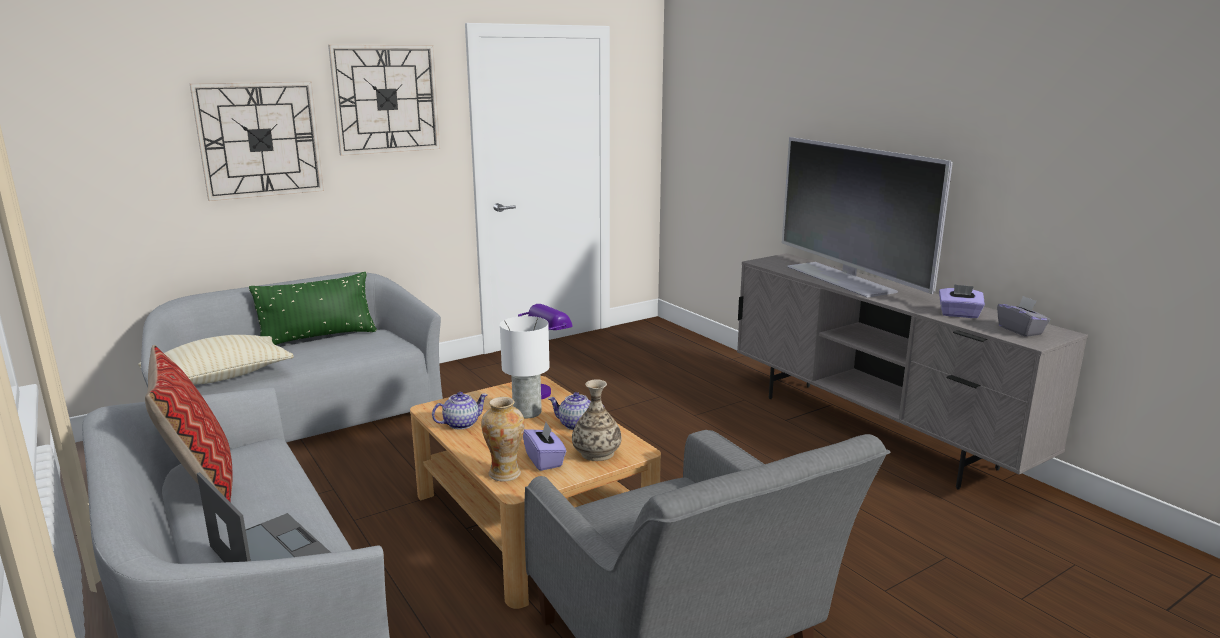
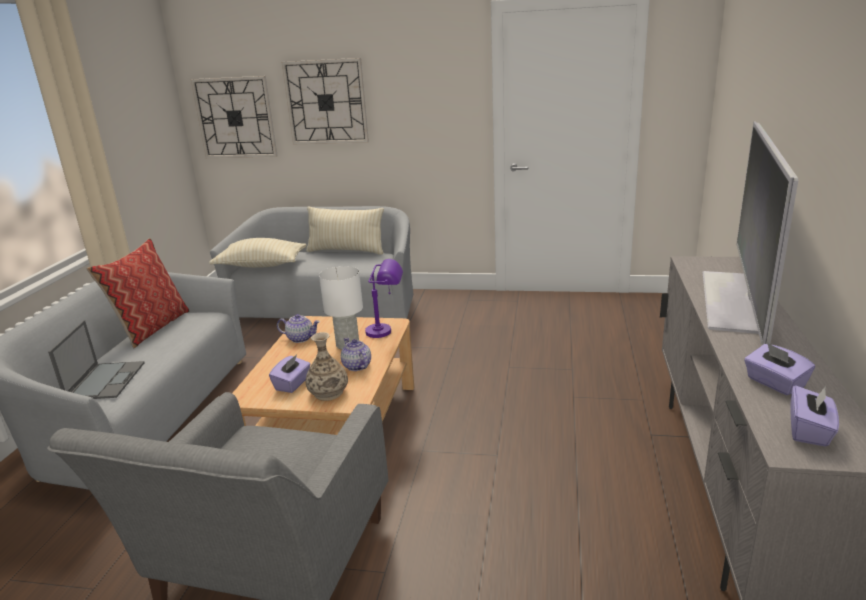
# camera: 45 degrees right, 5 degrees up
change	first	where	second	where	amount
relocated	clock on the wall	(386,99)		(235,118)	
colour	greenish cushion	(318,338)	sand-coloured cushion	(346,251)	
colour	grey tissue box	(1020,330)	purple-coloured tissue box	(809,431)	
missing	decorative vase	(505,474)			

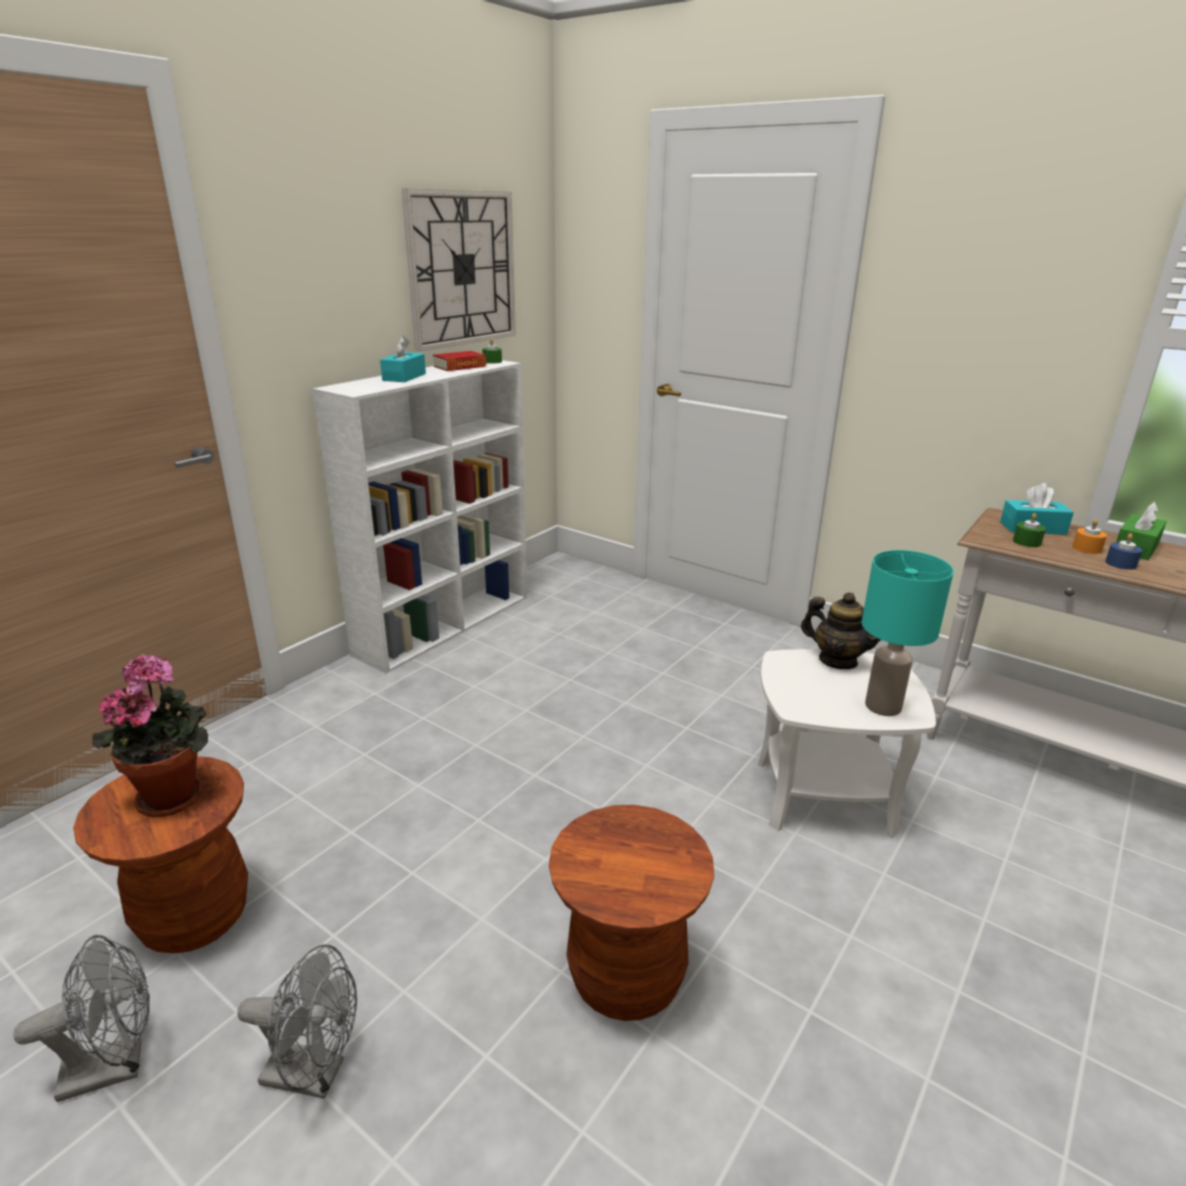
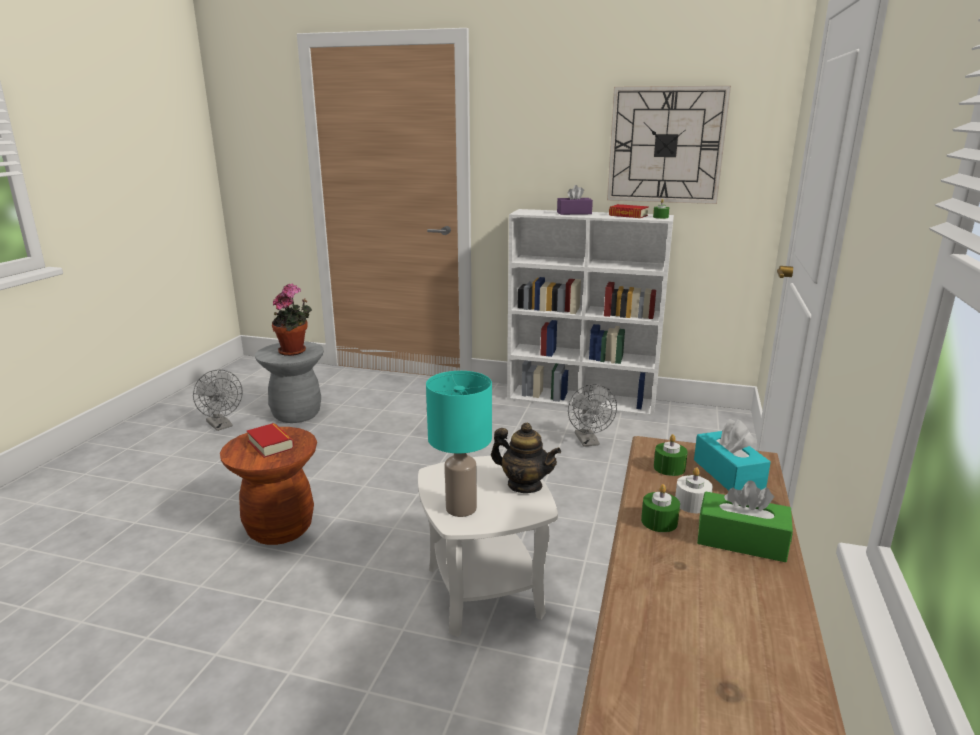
# camera: 70 degrees right, 5 degrees down
change	first	where	second	where	amount
appeared			book	(270,445)	
colour	brownish sitting stool	(194,917)	grey sitting stool	(296,414)	
spun	teapot	(837,661)		(524,485)	75 degrees counterclockwise
colour	turquoise-coloured tissue box	(404,377)	purple-coloured tissue box	(574,213)	
relocated	grey fan	(315,1074)		(589,442)	
colour	blue-coloured wax candle	(1120,564)	greenish wax candle	(659,521)	
colour	orange-coloured wax candle	(1086,548)	white wax candle	(692,503)	

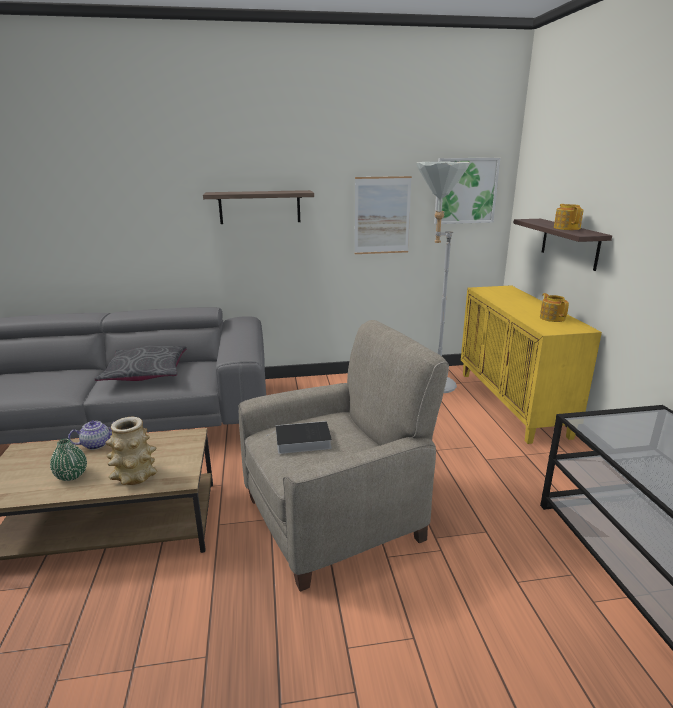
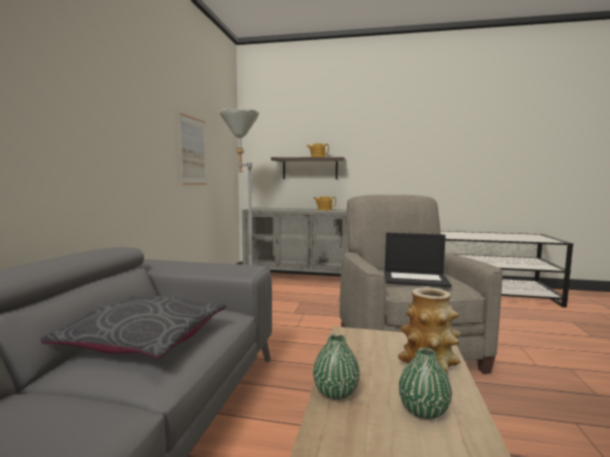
# camera: 70 degrees left, 15 degrees down
change	first	where	second	where	amount
colour	yellow cupboard	(512,403)	grey cupboard	(298,278)	
exchanged	teapot	(97,444)	greenish decorative vase	(335,392)	
exchanged	book	(301,441)	notebook computer	(416,279)	
missing	shelf	(259,207)			
missing	wall art	(465,191)			

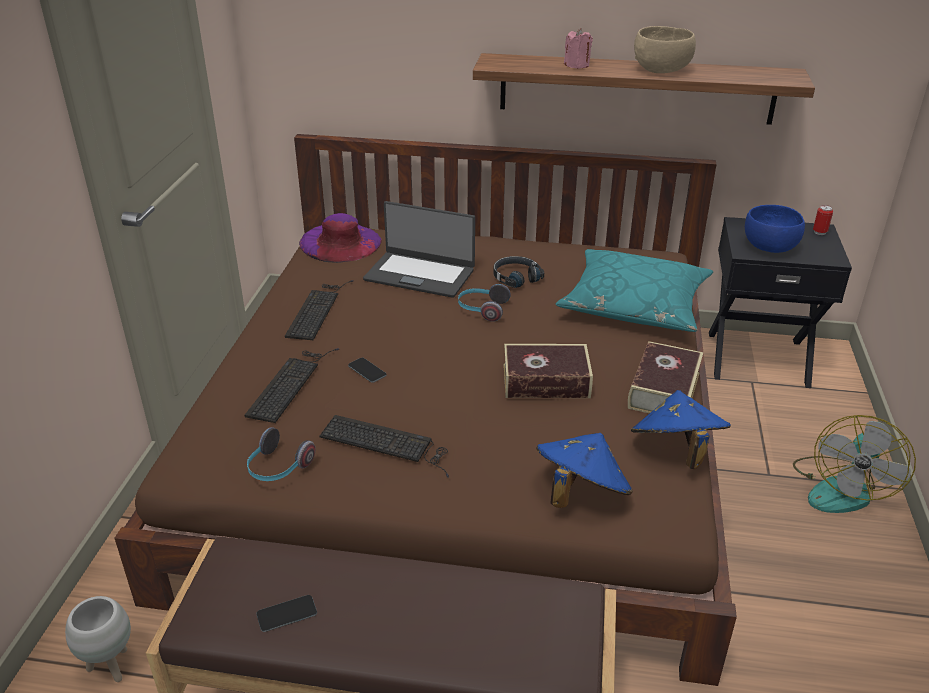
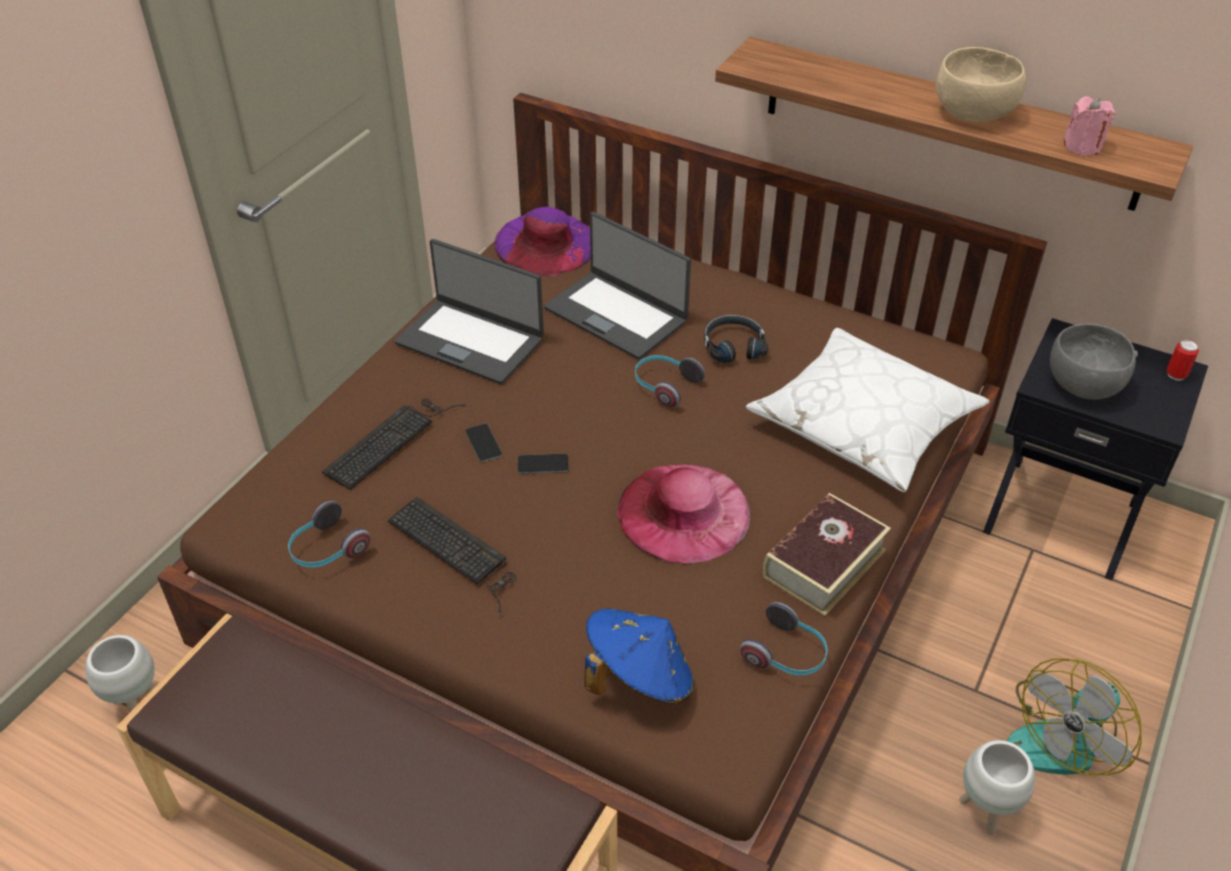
# camera: 20 degrees right, 10 degrees up
change	first	where	second	where	amount
exchanged	computer keyboard	(317,309)	notebook computer	(471,340)	
relocated	phone	(287,614)		(543,464)	
exchanged	book	(546,381)	pink clothing hat	(684,512)	
exchanged	blue-coloured clothing hat	(676,451)	headset	(786,655)	
colour	turquoise-coloured cushion	(634,304)	white cushion	(864,423)	
appeared			white planter	(985,812)	
colour	blue-coloured deep dish	(770,247)	grey deep dish	(1083,385)	
relocated	pink wax candle	(577,65)		(1082,146)	

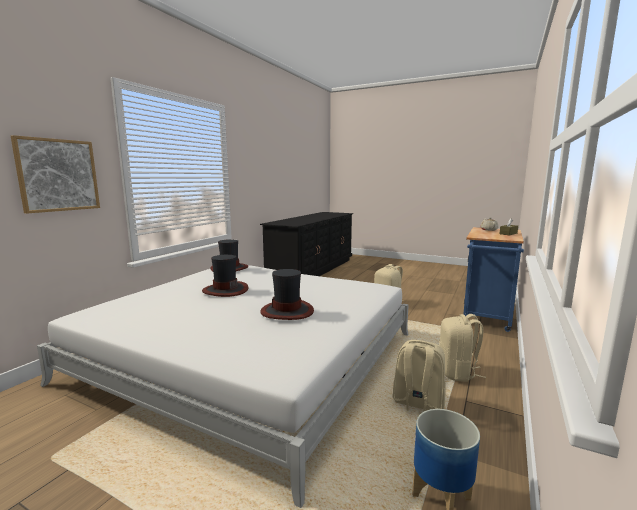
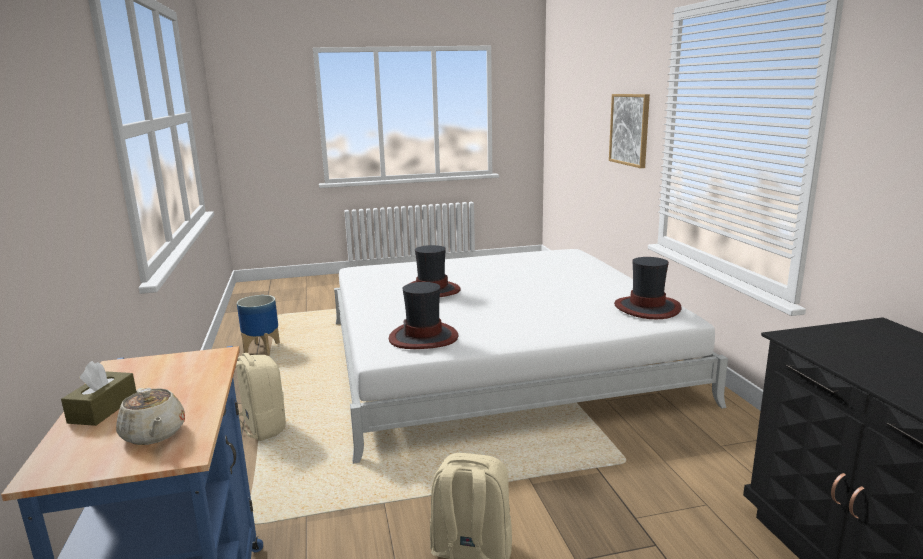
# camera: 140 degrees right, 5 degrees up
change	first	where	second	where	amount
relocated	clothing hat	(225,290)		(424,337)	
missing	sand-coloured knapsack	(417,404)			

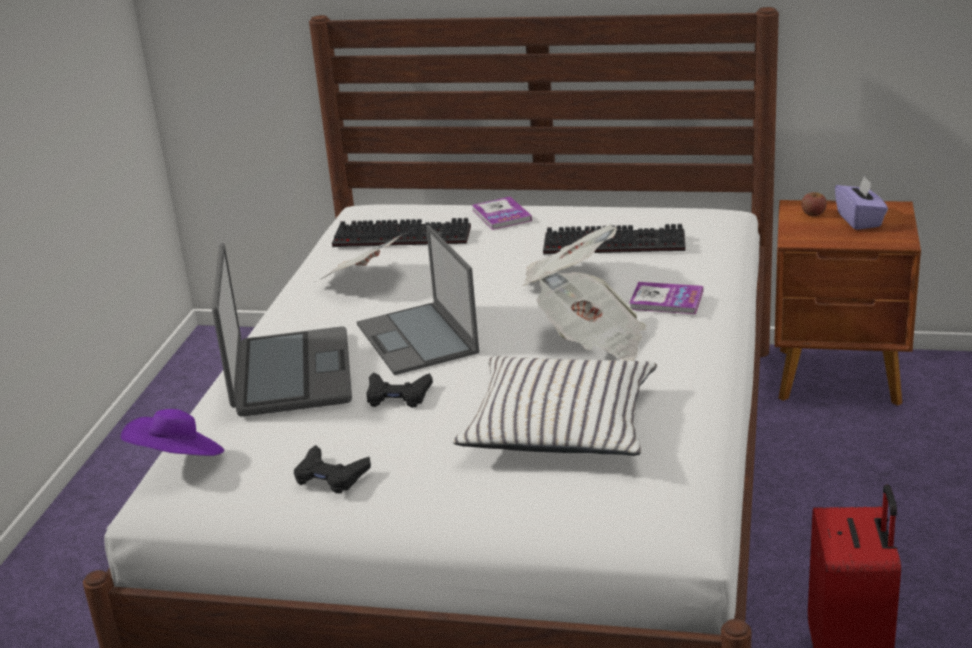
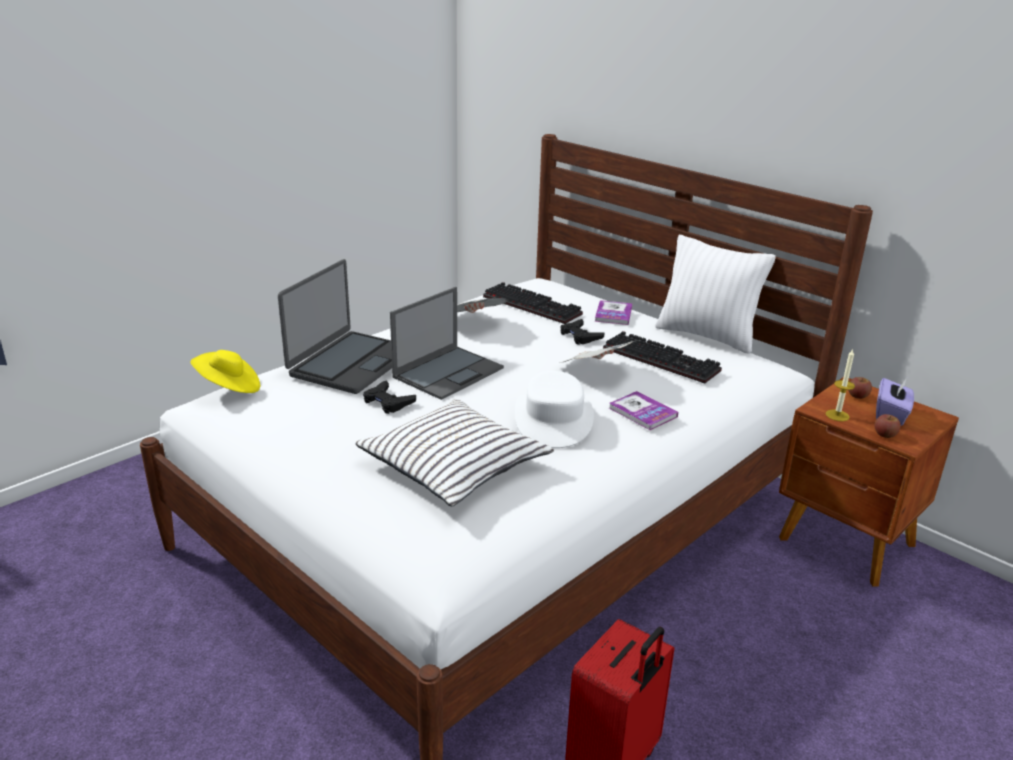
# camera: 30 degrees right, 0 degrees up
change	first	where	second	where	amount
colour	purple-coloured clothing hat	(178,460)	yellow clothing hat	(229,388)	
spun	notebook computer	(418,339)		(449,372)	150 degrees counterclockwise
exchanged	newspaper	(594,341)	white clothing hat	(553,419)	
relocated	black game controller	(330,476)		(580,336)	
appeared			white cushion	(706,336)	
appeared			wax candle	(837,415)	
appeared			apple	(885,434)	

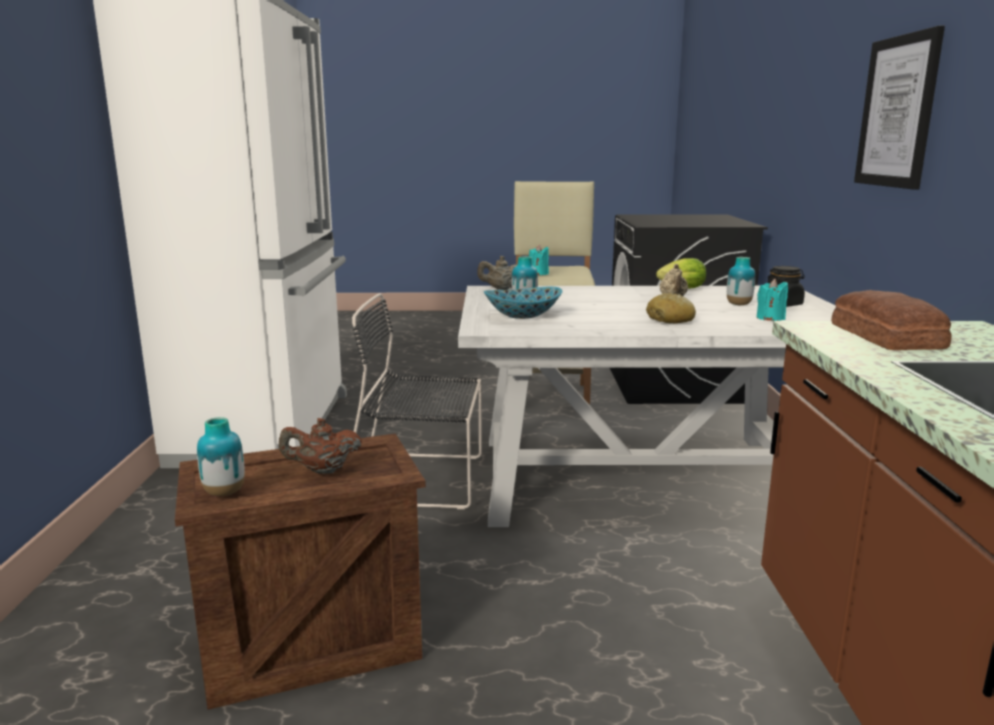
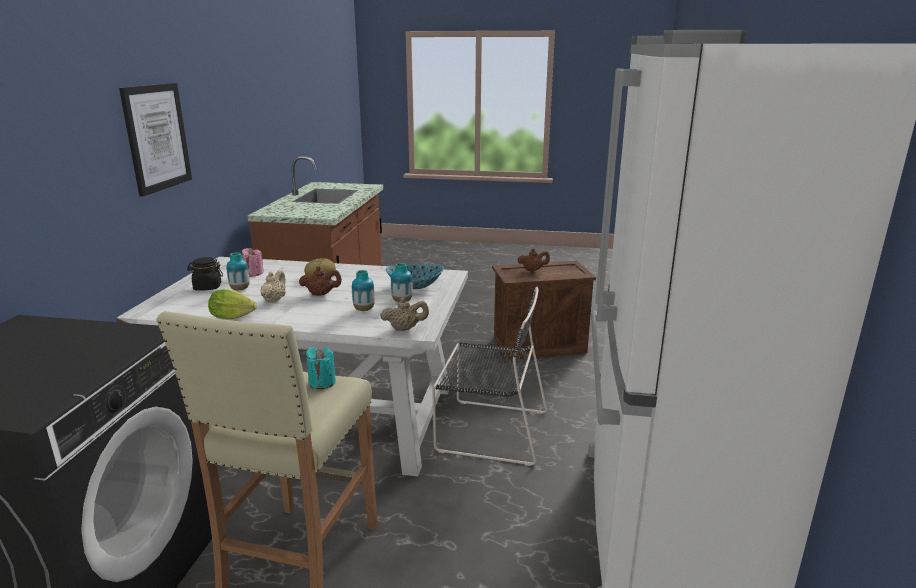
# camera: 170 degrees left, 5 degrees up
change	first	where	second	where	amount
colour	turquoise-coloured wax candle	(770,318)	pink wax candle	(254,273)	
appeared			brownish teapot	(321,294)	
relocated	decorative vase	(224,492)		(364,309)	
missing	bakery bread	(884,337)			

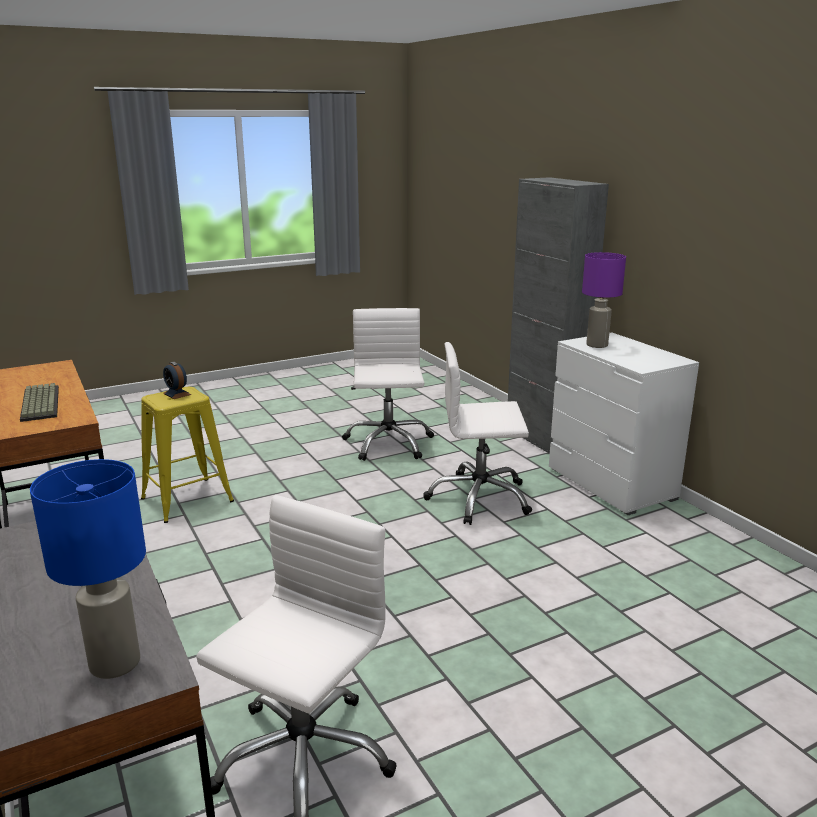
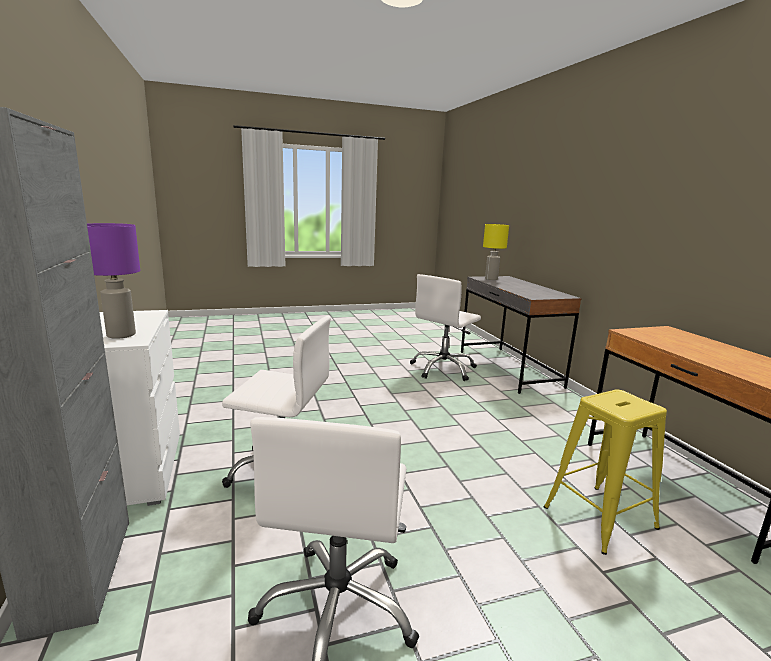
# camera: 170 degrees left, 5 degrees down
change	first	where	second	where	amount
colour	blue-coloured lamp for a table	(115,662)	yellow lamp for a table	(491,279)	
missing	computer keyboard	(38,403)			
missing	bedside clock	(177,394)			

